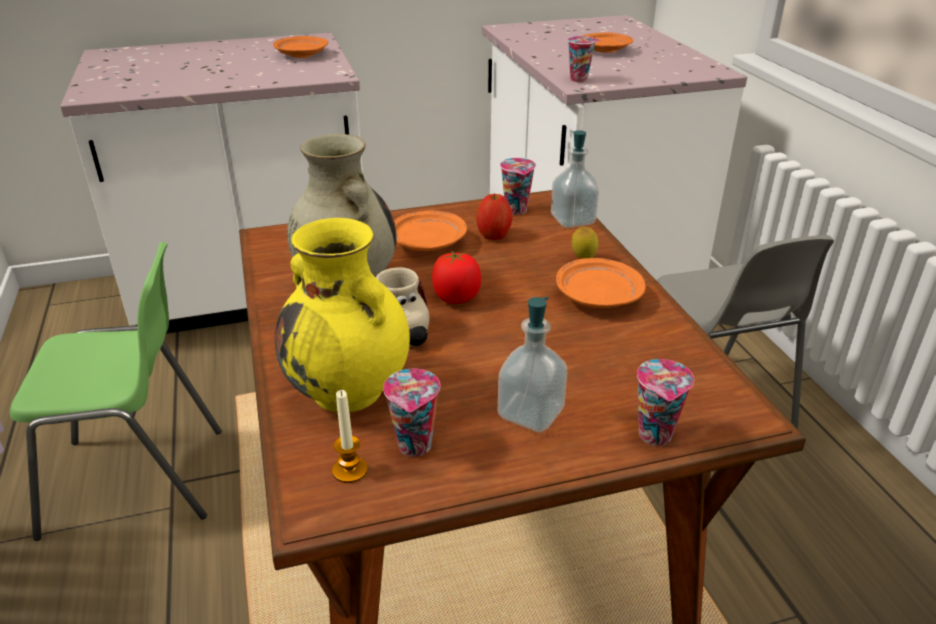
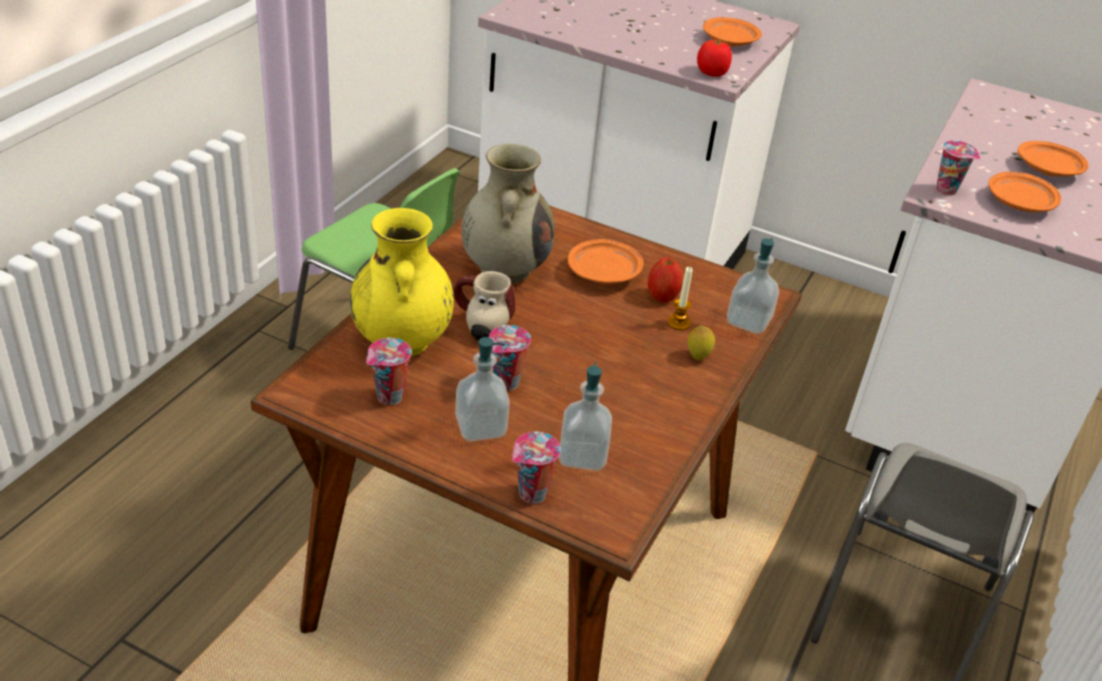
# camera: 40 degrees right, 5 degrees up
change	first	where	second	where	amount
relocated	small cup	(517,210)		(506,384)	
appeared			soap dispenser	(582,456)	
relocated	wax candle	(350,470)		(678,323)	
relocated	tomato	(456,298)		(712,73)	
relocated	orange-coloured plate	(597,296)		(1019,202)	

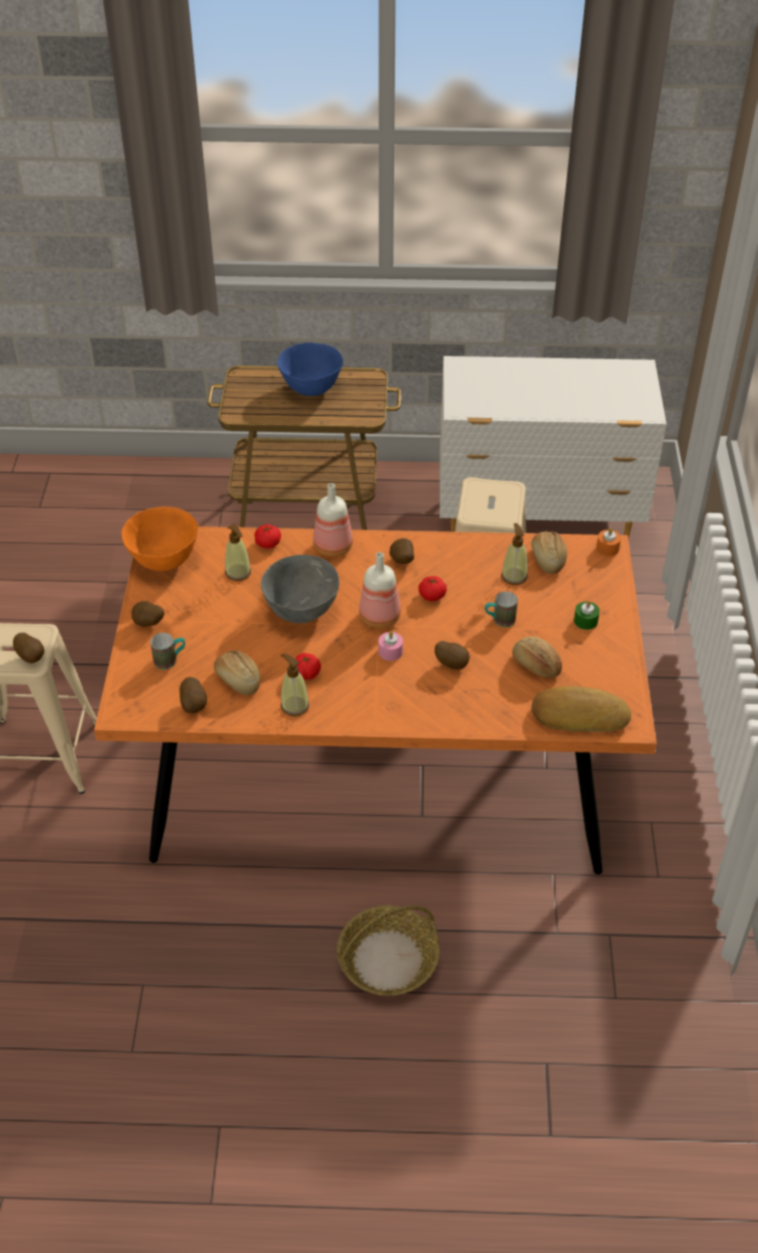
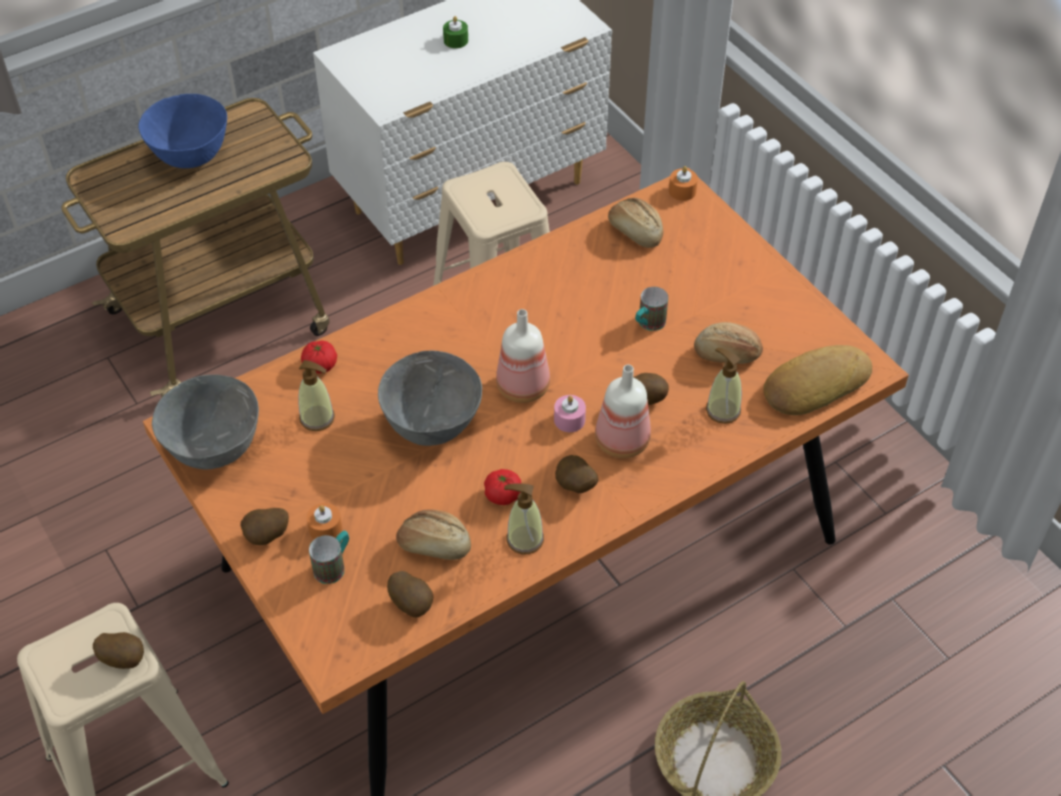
# camera: 35 degrees left, 5 degrees up
change	first	where	second	where	amount
colour	orange-coloured deep dish	(163,560)	grey deep dish	(214,449)	
appeared			orange-coloured wax candle	(325,529)	
relocated	greenish wax candle	(585,621)		(456,40)	
relocated	spud	(401,561)		(575,487)	
relocated	beverage bottle	(332,547)		(620,441)	
relocated	soap dispenser	(514,576)		(722,410)	
missing	tomato	(432,595)			

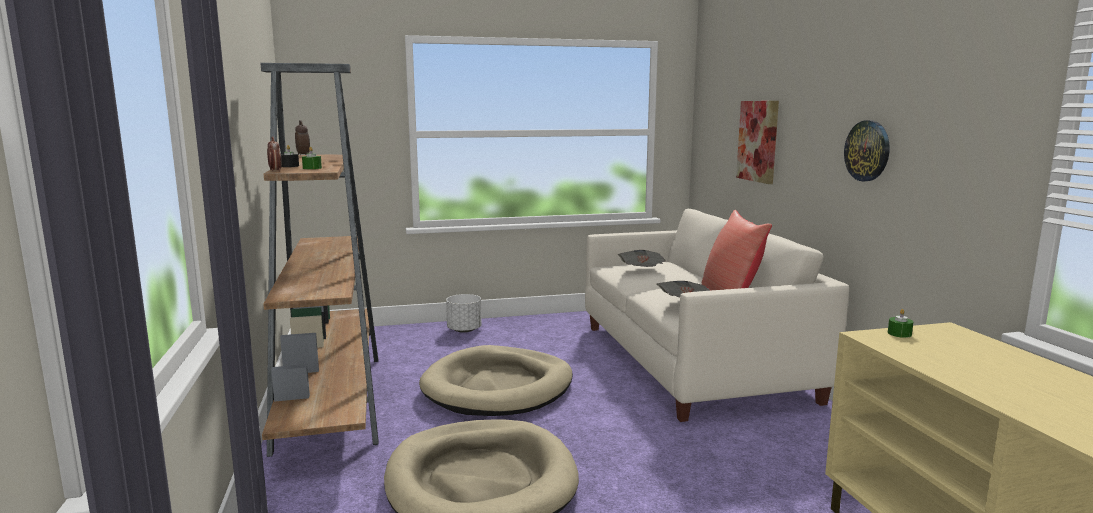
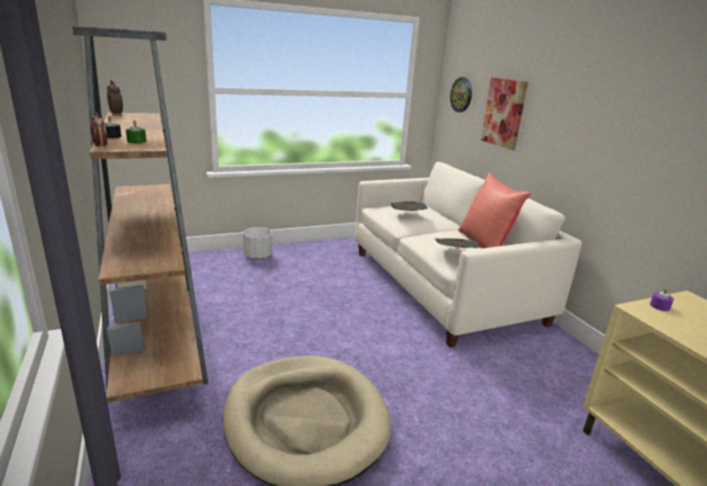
# camera: 10 degrees left, 10 degrees up
change	first	where	second	where	amount
relocated	clock on the wall	(867,151)		(461,95)	
colour	greenish wax candle	(899,334)	purple-coloured wax candle	(659,306)	
missing	sand-coloured pet bed	(498,387)			

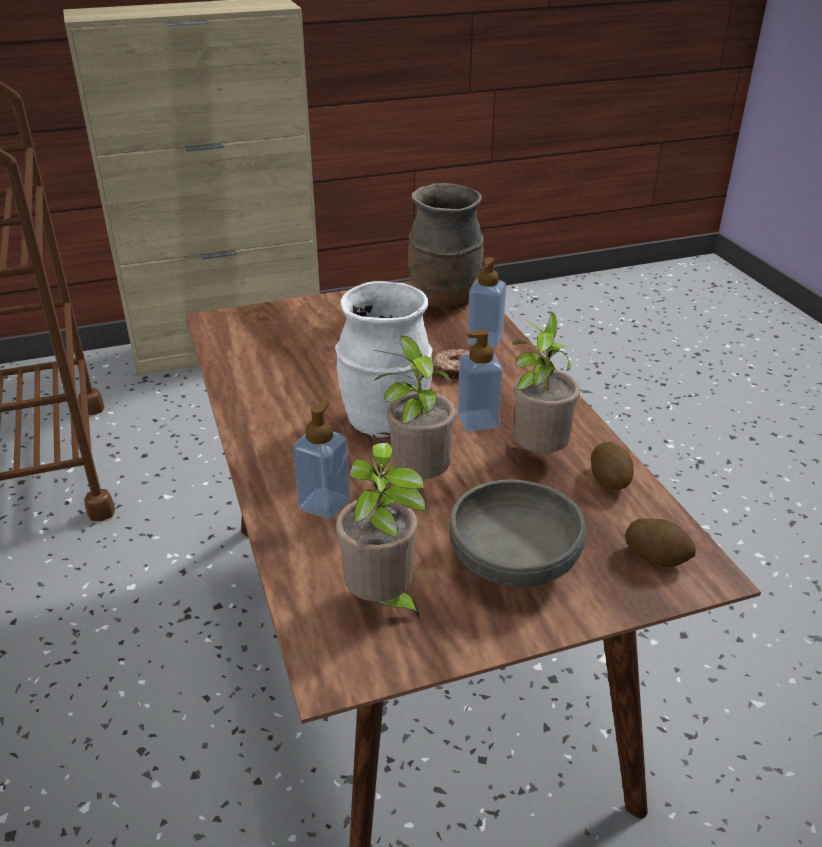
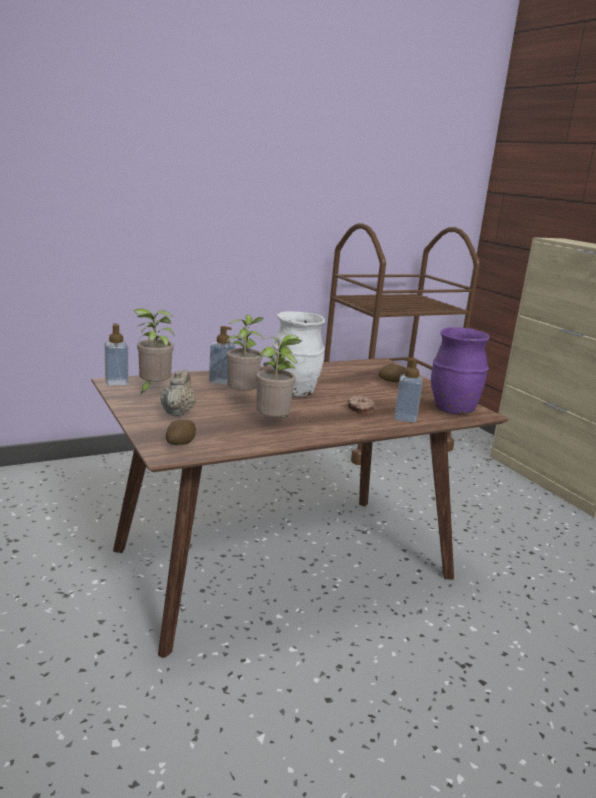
# camera: 80 degrees right, 15 degrees down
change	first	where	second	where	amount
relocated	soap dispenser	(477,421)		(116,382)	
exchanged	grey deep dish	(513,562)	sand-coloured teapot	(178,413)	
relocated	spud	(610,480)		(391,381)	
colour	brownish decorative vase	(445,301)	purple-coloured decorative vase	(452,410)	

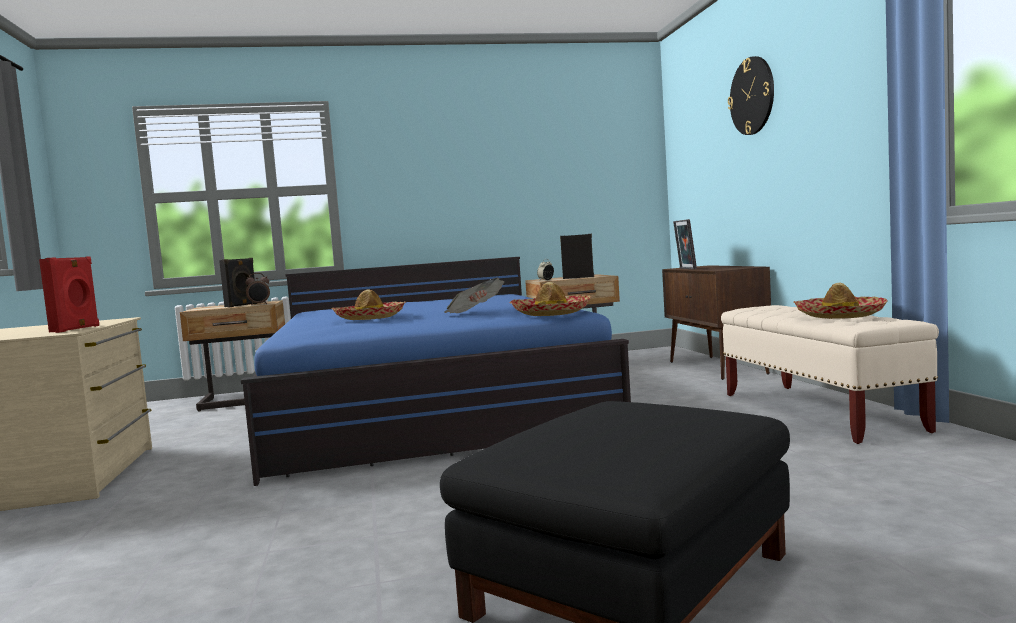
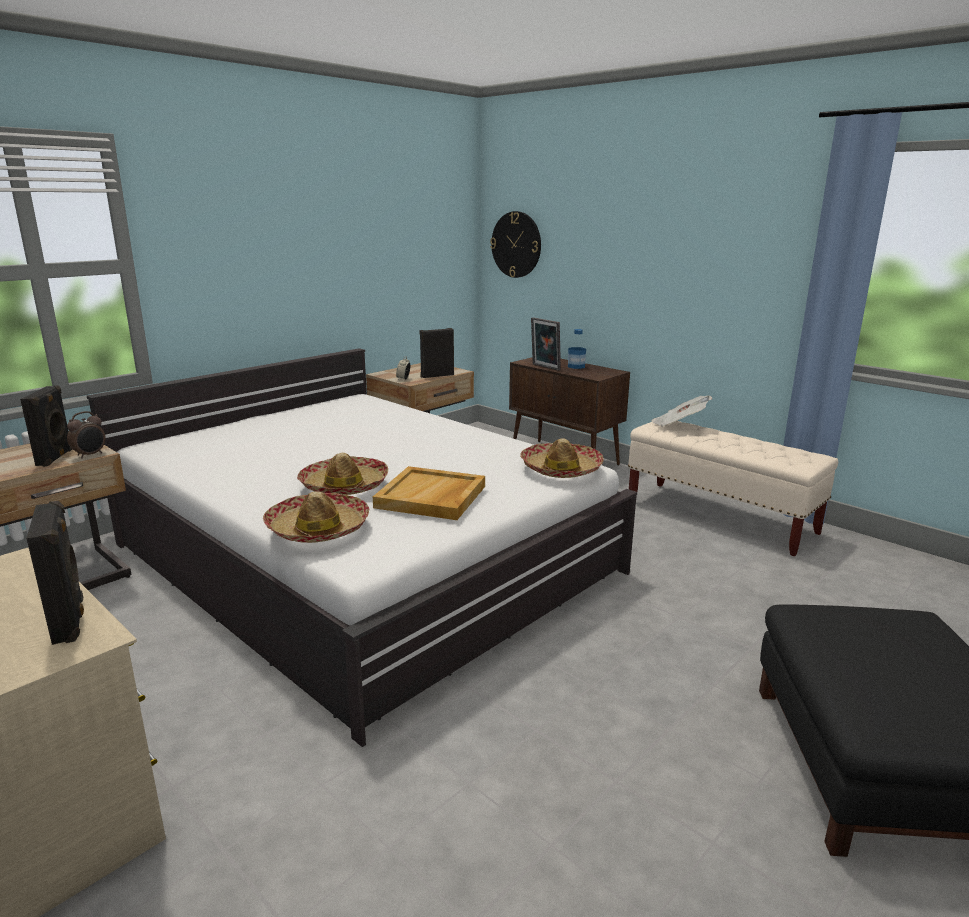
# camera: 35 degrees left, 15 degrees up
change	first	where	second	where	amount
colour	red loudspeaker	(76,329)	black loudspeaker	(70,620)	
colour	blue-coloured bed	(430,407)	white bed	(363,558)	
relocated	clothing hat	(839,316)		(317,529)	
appeared			sand-coloured carrying tray	(431,497)	
relocated	clock on the wall	(752,96)		(516,244)	
appeared			beverage bottle	(576,366)	
relocated	newspaper	(475,314)		(679,425)	

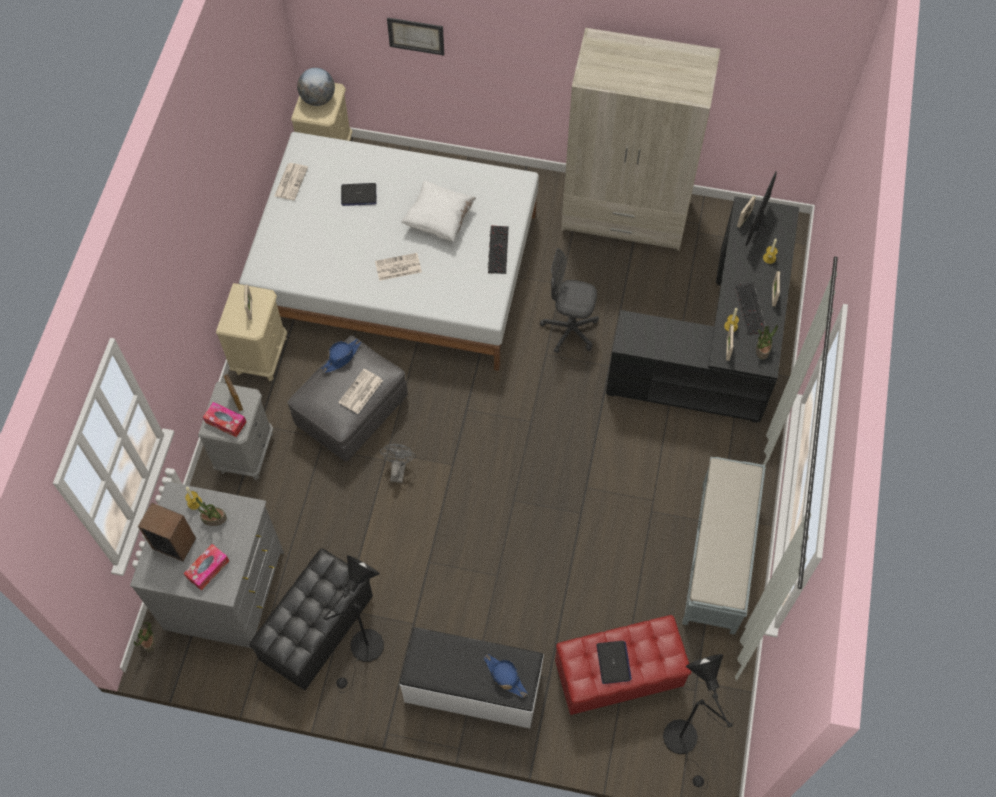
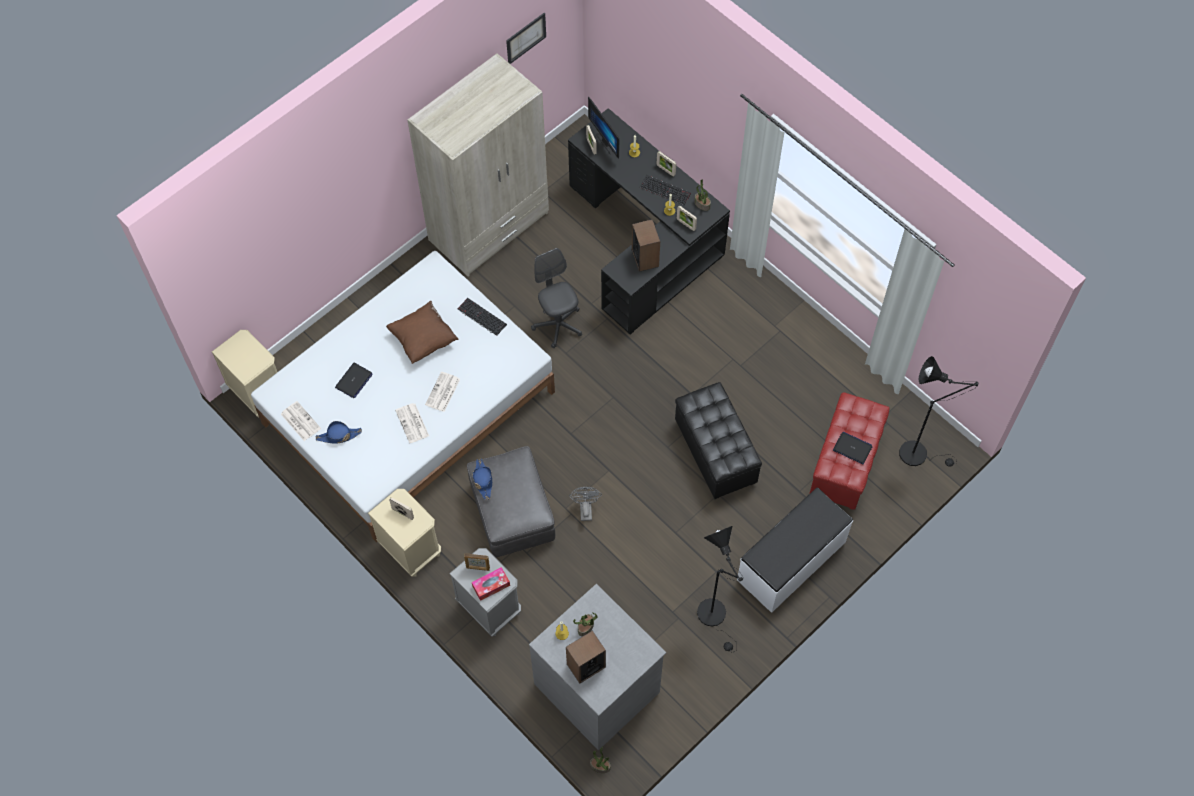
# camera: 55 degrees left, 0 degrees up
change	first	where	second	where	amount
relocated	blue-coloured clothing hat	(505,676)		(339,436)	
colour	white cushion	(439,220)	brownish cushion	(423,340)	
relocated	newspaper	(360,392)		(412,423)	
relocated	wall art	(416,35)		(526,38)	
spun	grey computer chair	(569,330)		(558,325)	105 degrees clockwise
spun	grey fan	(398,469)		(585,509)	45 degrees clockwise
appeared			loudspeaker	(645,258)	
relocated	black ottoman	(317,629)		(714,453)	
missing	tissue box	(208,569)			
missing	globe	(318,99)			
missing	grey bench	(718,558)			

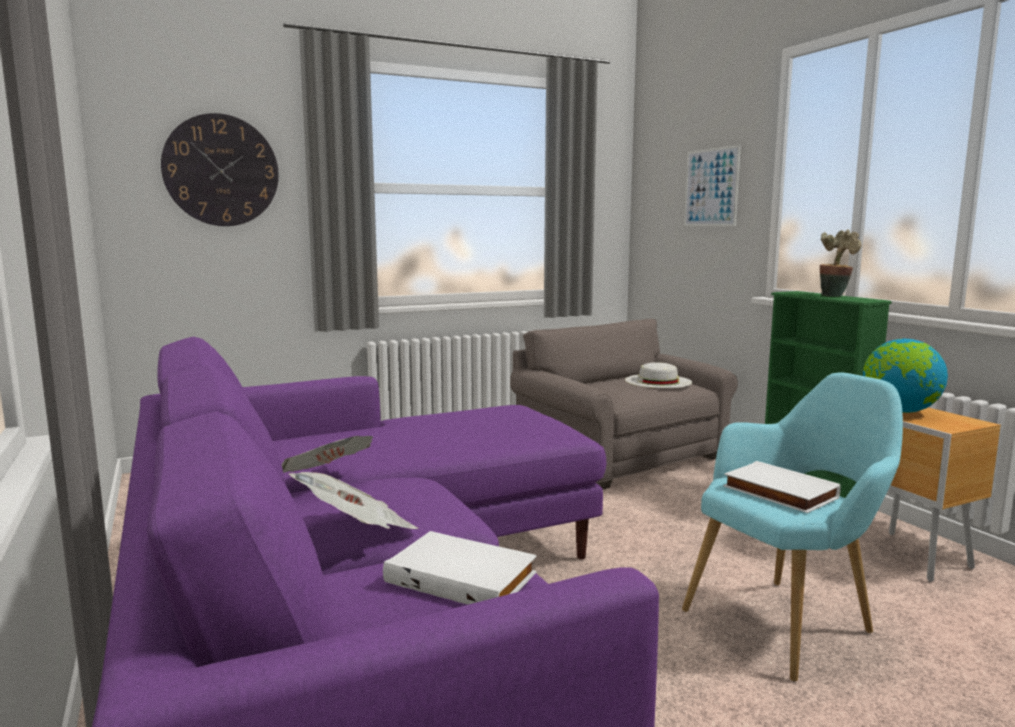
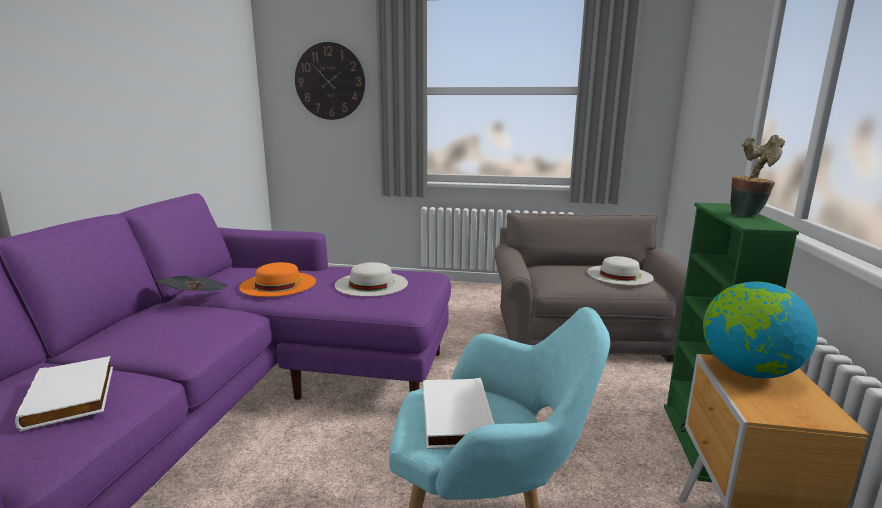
# camera: 35 degrees right, 5 degrees up
change	first	where	second	where	amount
appeared			orange-coloured clothing hat	(278,284)	
appeared			white clothing hat	(371,284)	
missing	newspaper	(357,531)			
missing	wall art	(711,187)			

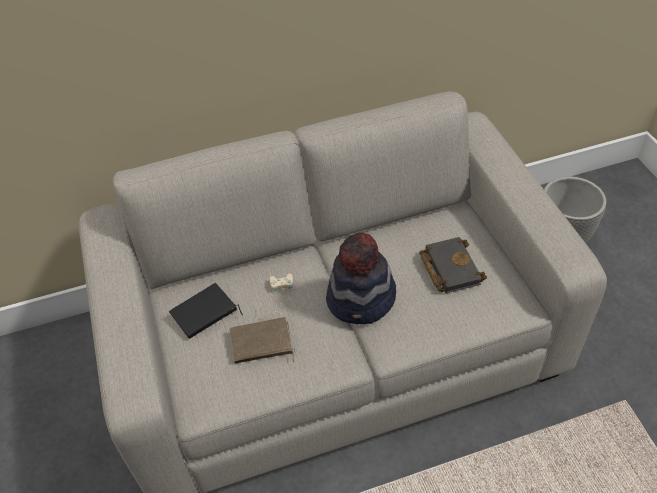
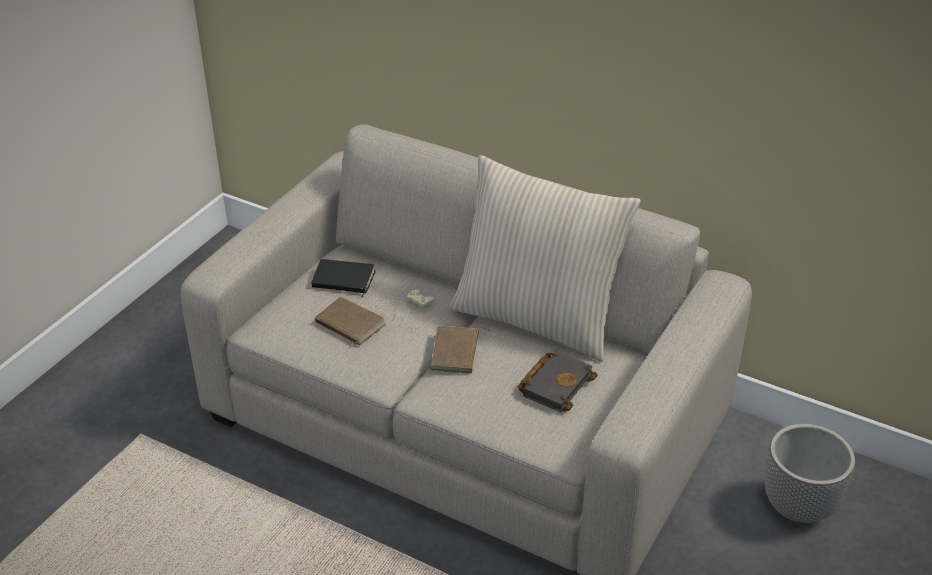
# camera: 45 degrees right, 10 degrees down
change	first	where	second	where	amount
exchanged	clothing hat	(362,300)	brownish book	(457,353)	
appeared			sand-coloured cushion	(537,318)	

